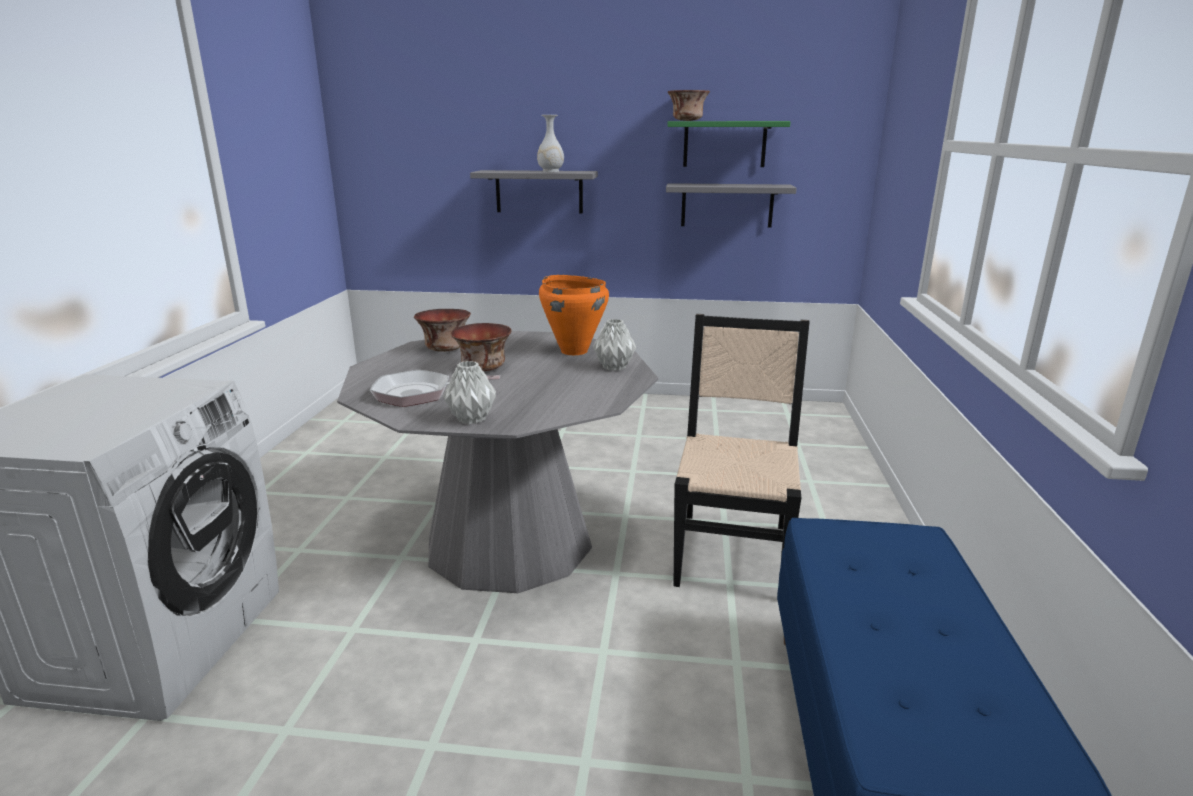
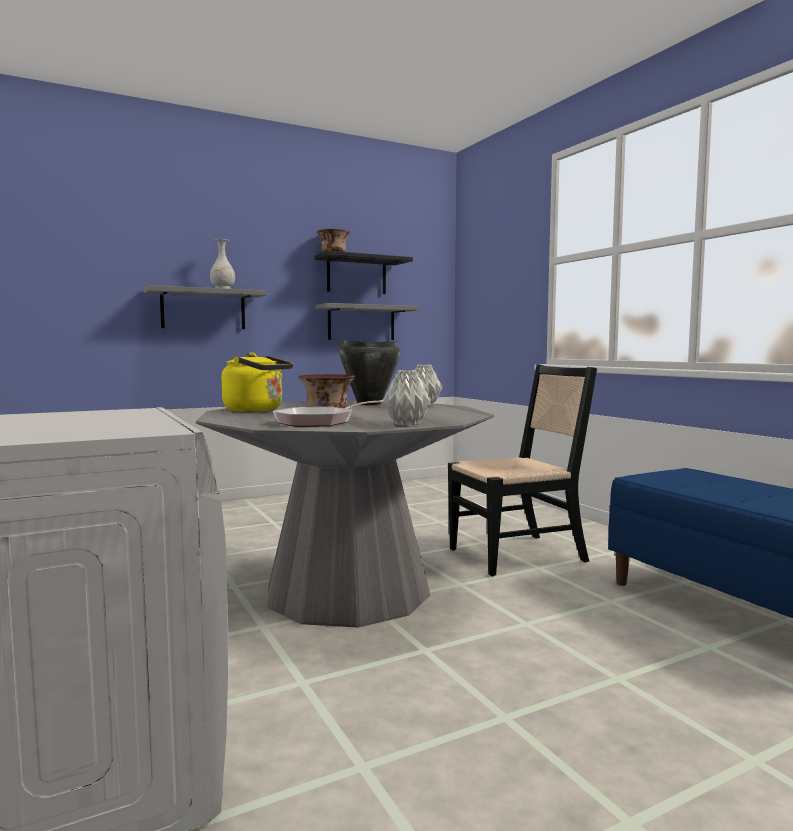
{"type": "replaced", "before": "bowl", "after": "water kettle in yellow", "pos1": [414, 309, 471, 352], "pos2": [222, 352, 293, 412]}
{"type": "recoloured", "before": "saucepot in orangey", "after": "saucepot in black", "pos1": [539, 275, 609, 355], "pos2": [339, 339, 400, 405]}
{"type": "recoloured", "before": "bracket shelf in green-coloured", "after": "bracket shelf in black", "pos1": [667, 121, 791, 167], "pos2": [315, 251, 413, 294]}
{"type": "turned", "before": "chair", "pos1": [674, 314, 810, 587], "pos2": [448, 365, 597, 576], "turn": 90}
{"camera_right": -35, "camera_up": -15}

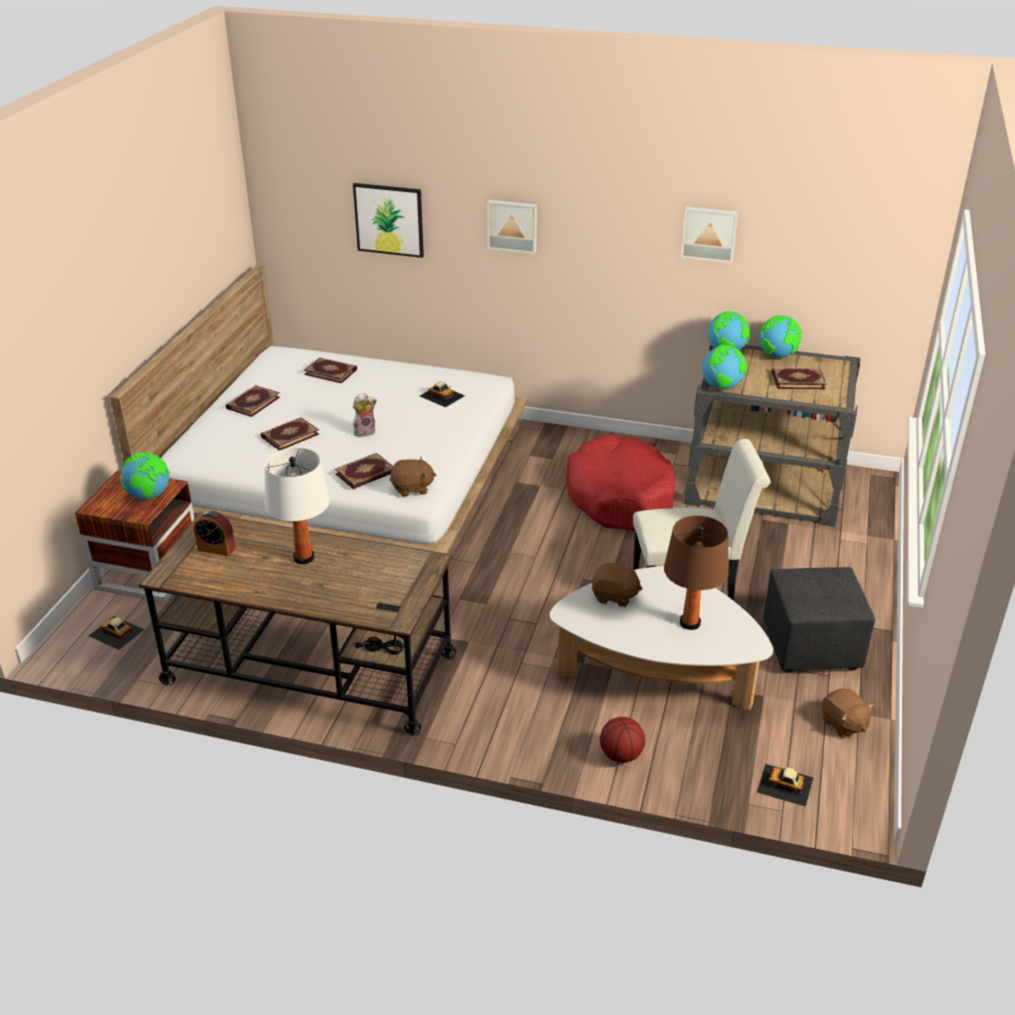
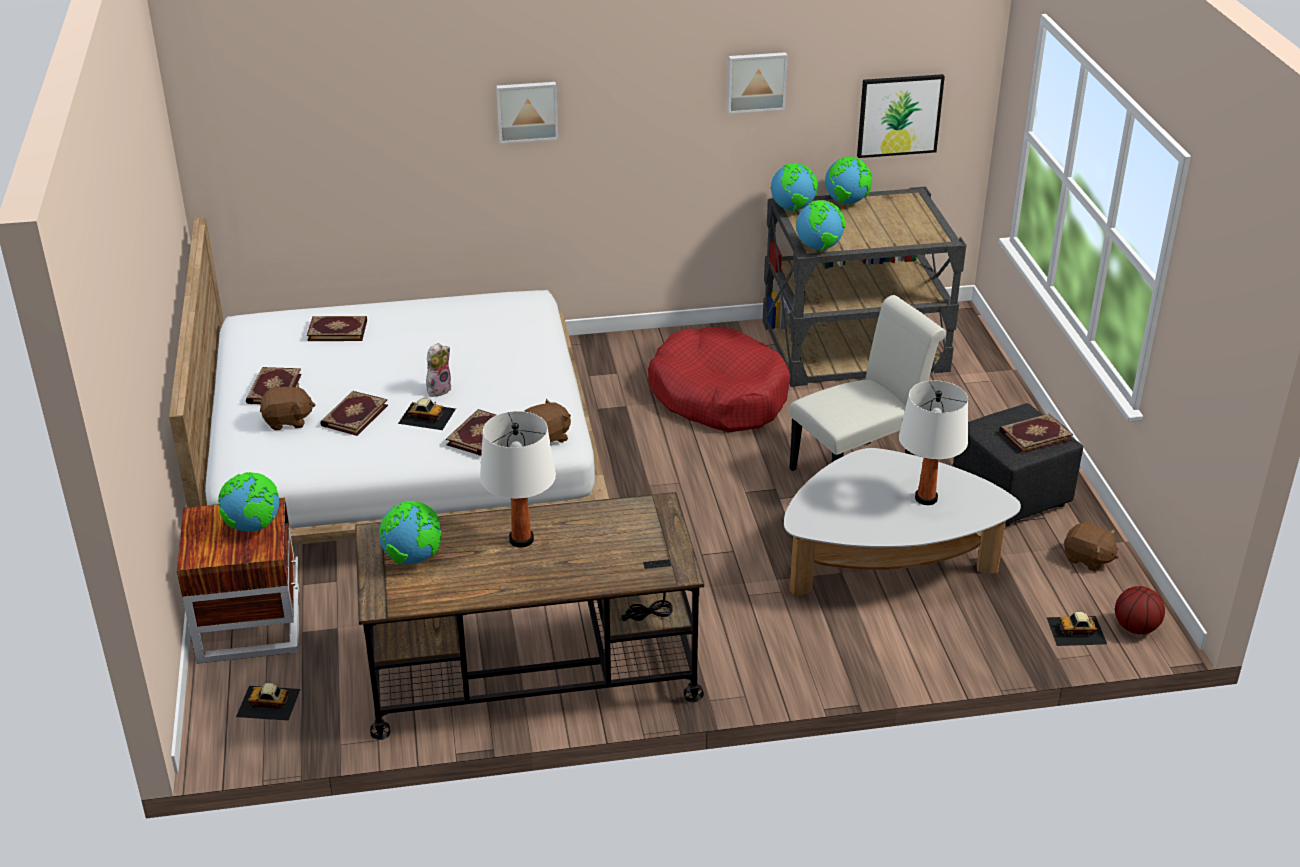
{"type": "moved", "before": "picture", "pos1": [353, 183, 424, 258], "pos2": [857, 74, 945, 158]}
{"type": "moved", "before": "model car", "pos1": [420, 382, 465, 407], "pos2": [398, 398, 456, 430]}
{"type": "moved", "before": "plush toy in brown-coloured", "pos1": [591, 563, 643, 607], "pos2": [260, 383, 316, 431]}
{"type": "moved", "before": "basketball ball", "pos1": [600, 717, 645, 763], "pos2": [1115, 586, 1165, 634]}
{"type": "moved", "before": "book", "pos1": [772, 368, 826, 389], "pos2": [999, 414, 1073, 454]}
{"type": "replaced", "before": "alarm clock", "after": "world globe", "pos1": [194, 511, 236, 556], "pos2": [379, 501, 442, 564]}
{"type": "recoloured", "before": "table lamp in brown-coloured", "after": "table lamp in whitish", "pos1": [664, 516, 729, 630], "pos2": [899, 381, 968, 505]}
{"camera_right": -25, "camera_up": 0}

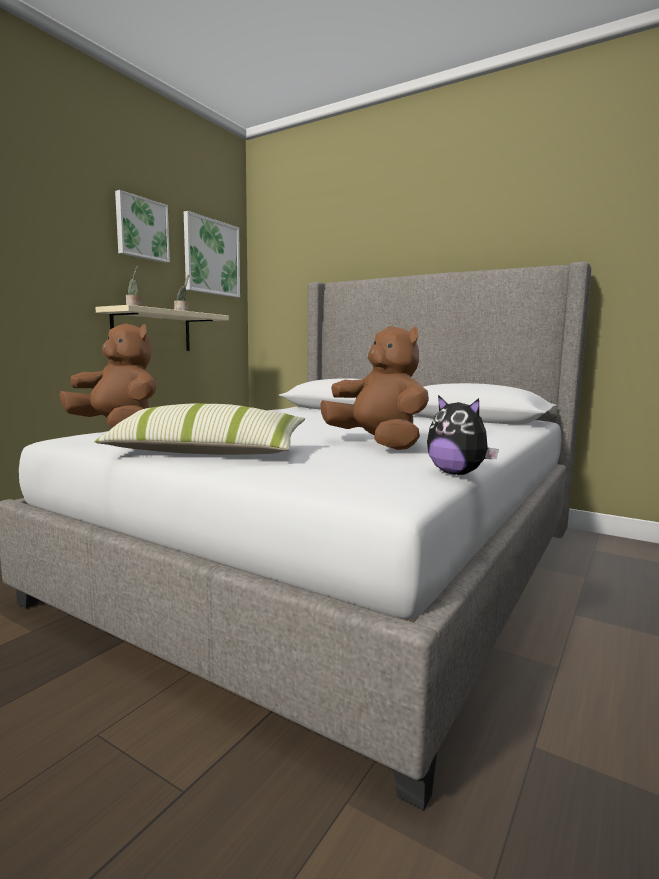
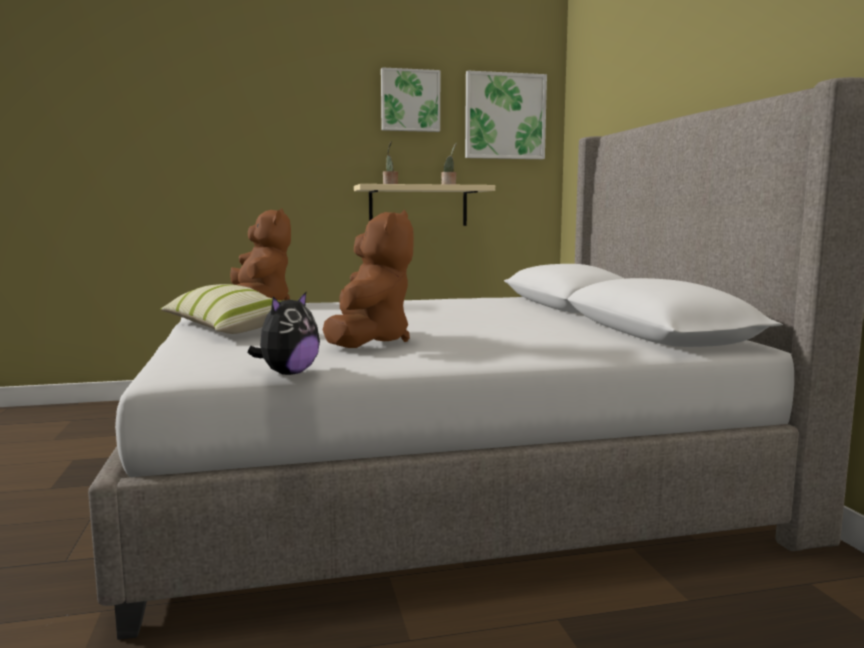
{"type": "turned", "before": "plush toy", "pos1": [427, 395, 499, 475], "pos2": [247, 292, 320, 375], "turn": -150}
{"camera_right": 45, "camera_up": 0}

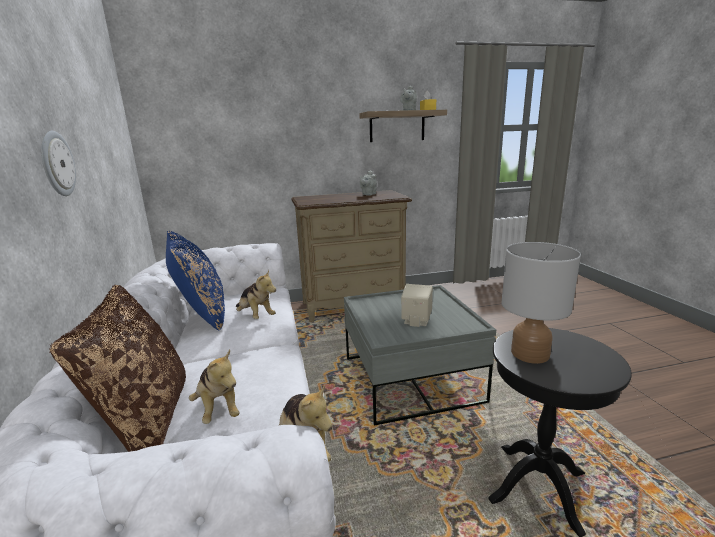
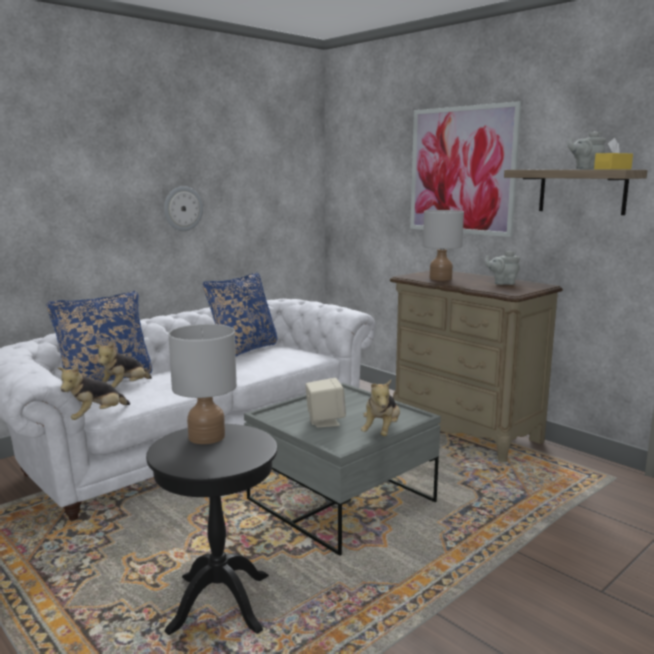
{"type": "added", "after": "picture", "pos2": [410, 101, 521, 237]}
{"type": "added", "after": "table lamp in gray", "pos2": [423, 210, 464, 281]}
{"type": "moved", "before": "plush toy", "pos1": [236, 270, 276, 319], "pos2": [361, 380, 400, 436]}
{"type": "recoloured", "before": "cushion in brown-coloured", "after": "cushion in blue", "pos1": [49, 284, 186, 452], "pos2": [47, 291, 152, 381]}
{"camera_right": 60, "camera_up": -5}

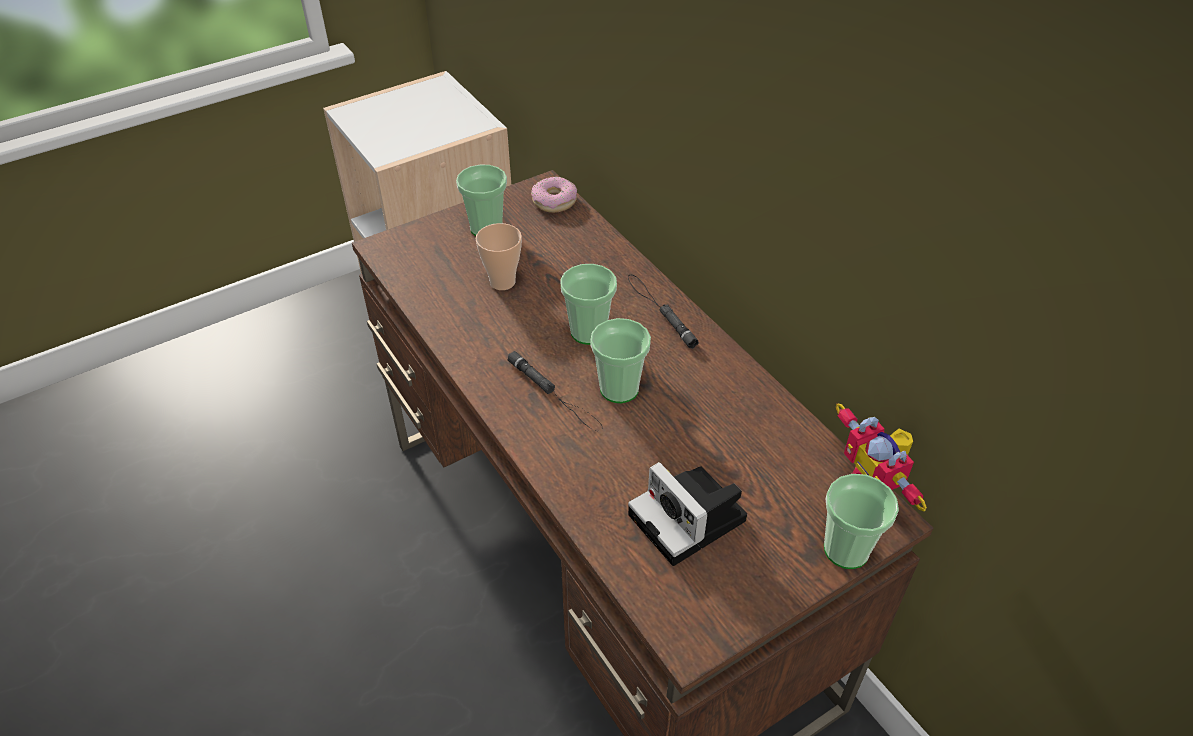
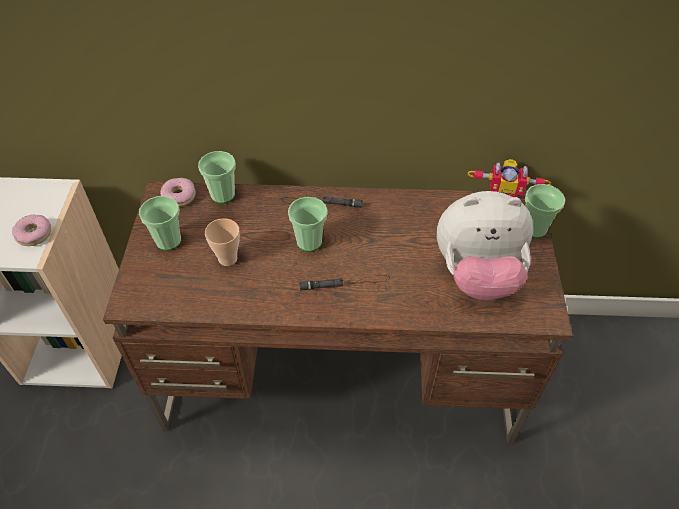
{"type": "added", "after": "ring doughnut", "pos2": [12, 214, 51, 246]}
{"type": "moved", "before": "cup", "pos1": [590, 318, 651, 403], "pos2": [198, 151, 236, 204]}
{"type": "replaced", "before": "still camera", "after": "plush toy", "pos1": [628, 462, 747, 566], "pos2": [437, 191, 533, 301]}
{"camera_right": -55, "camera_up": 5}

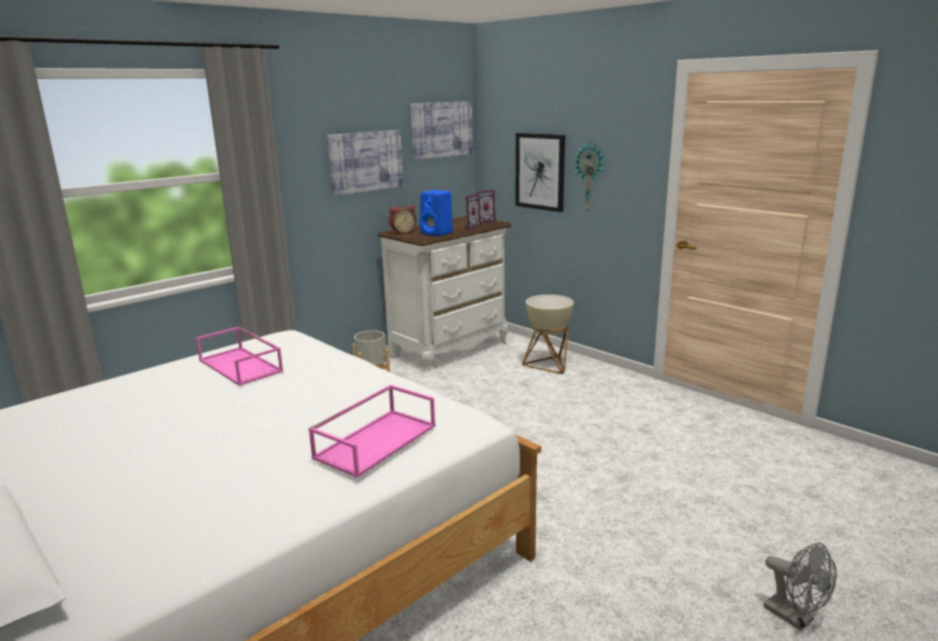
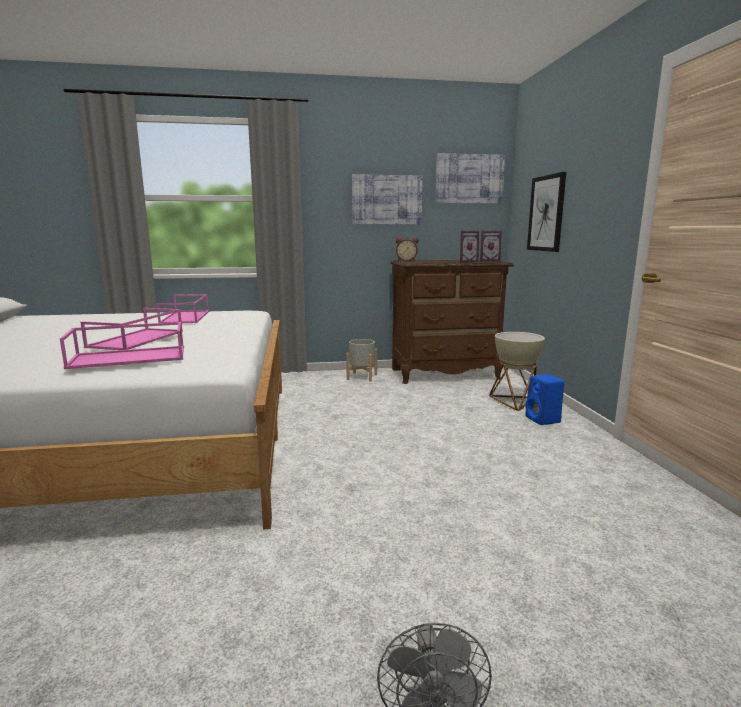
{"type": "removed", "before": "clock on the wall", "pos1": [574, 143, 605, 211]}
{"type": "added", "after": "tray in pink", "pos2": [80, 308, 183, 350]}
{"type": "moved", "before": "loudspeaker in blue", "pos1": [420, 190, 453, 236], "pos2": [525, 374, 564, 425]}
{"type": "recoloured", "before": "dresser in whitish", "after": "dresser in brown-coloured", "pos1": [378, 216, 512, 373], "pos2": [390, 259, 514, 384]}
{"camera_right": 35, "camera_up": -5}

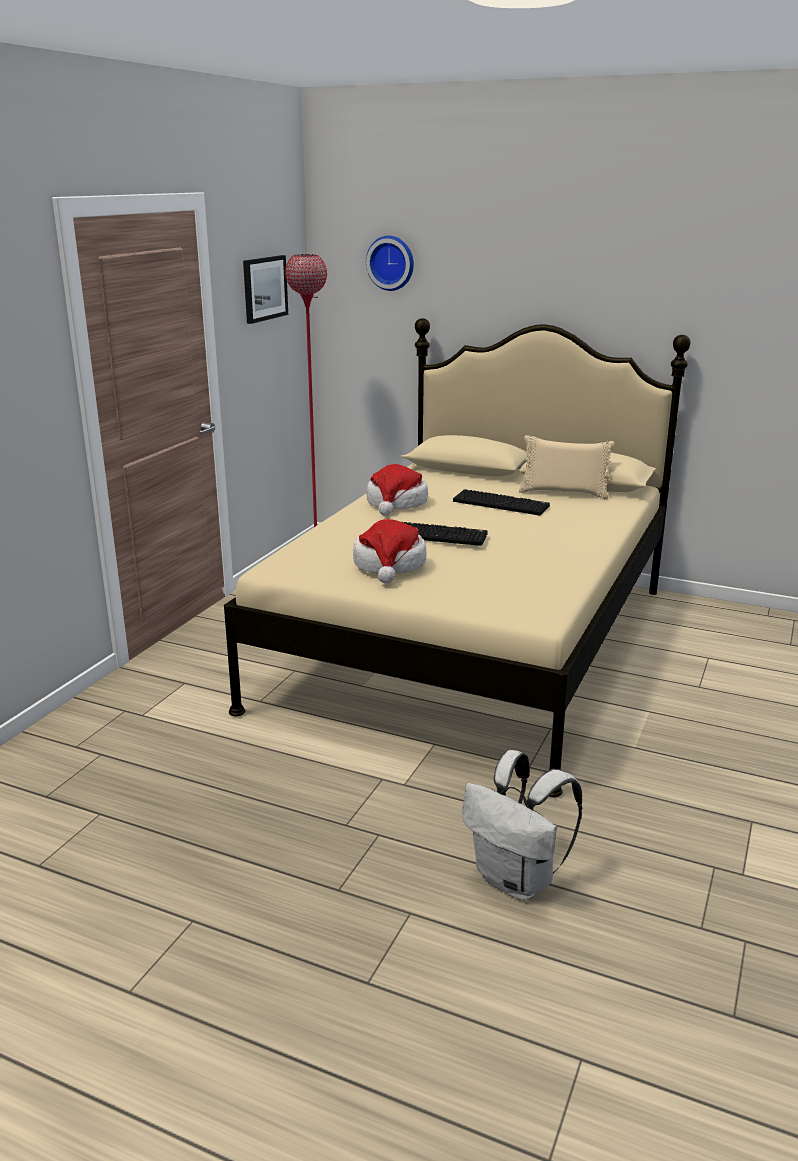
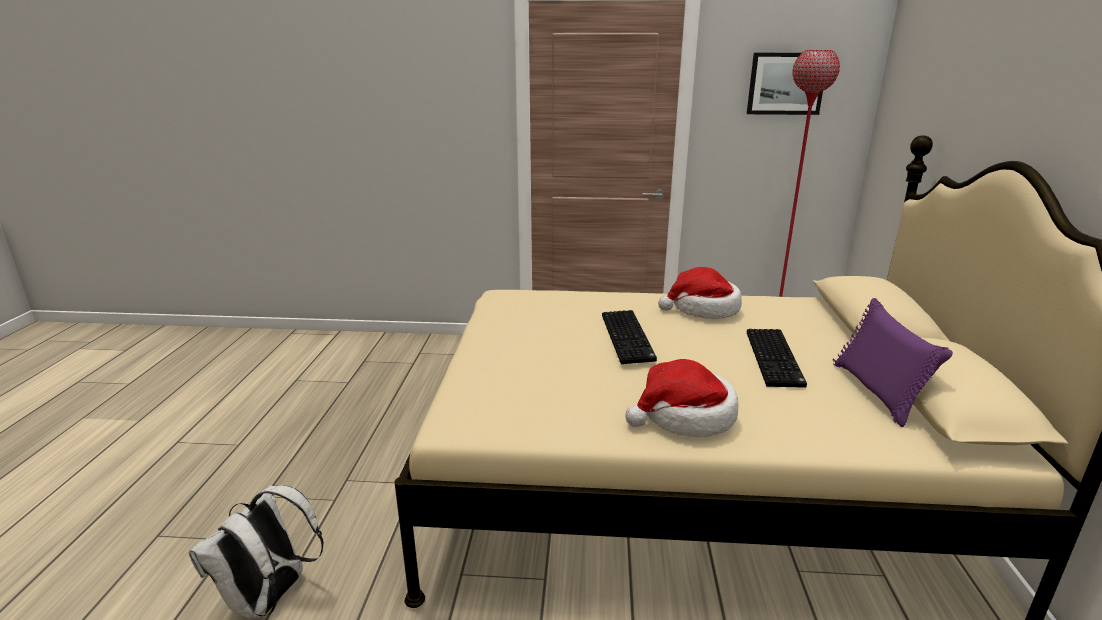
{"type": "removed", "before": "clock on the wall", "pos1": [366, 236, 414, 291]}
{"type": "moved", "before": "hat", "pos1": [353, 519, 426, 583], "pos2": [625, 359, 738, 437]}
{"type": "recoloured", "before": "cushion in beige-coloured", "after": "cushion in purplish", "pos1": [519, 435, 615, 499], "pos2": [832, 298, 953, 427]}
{"camera_right": 70, "camera_up": 0}

